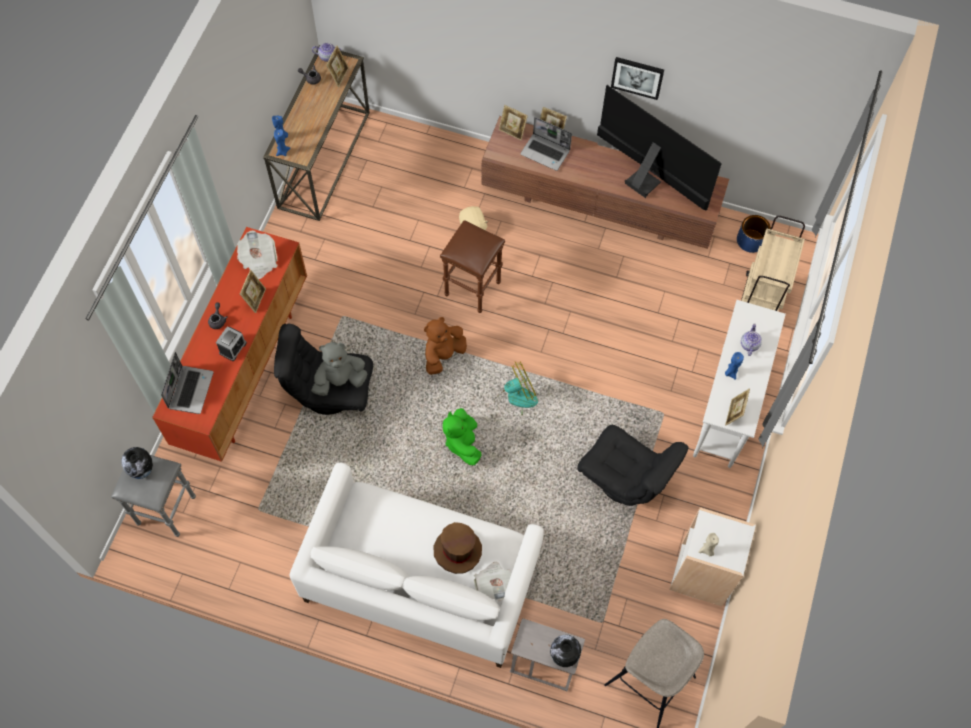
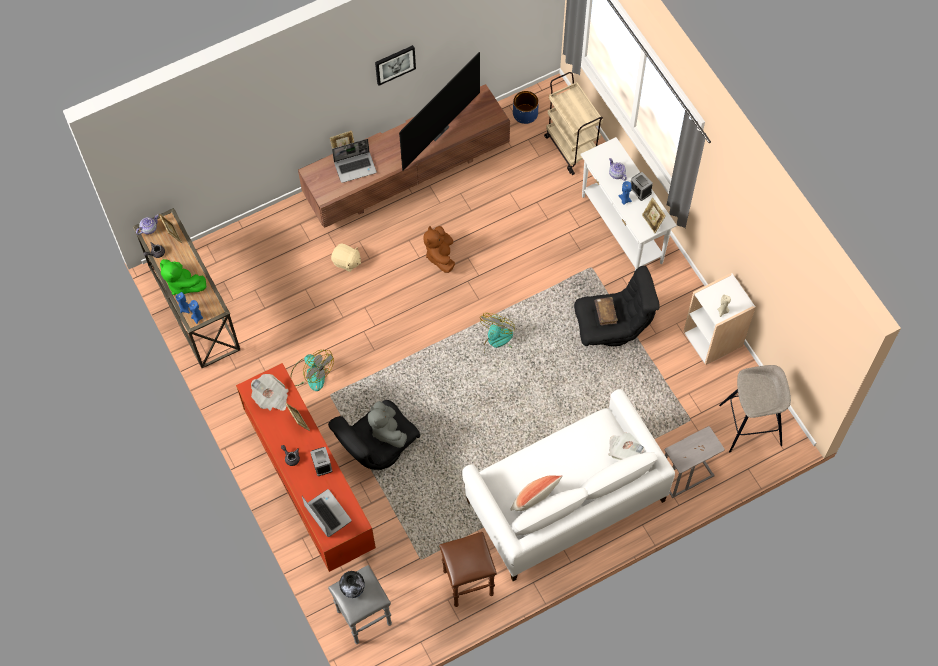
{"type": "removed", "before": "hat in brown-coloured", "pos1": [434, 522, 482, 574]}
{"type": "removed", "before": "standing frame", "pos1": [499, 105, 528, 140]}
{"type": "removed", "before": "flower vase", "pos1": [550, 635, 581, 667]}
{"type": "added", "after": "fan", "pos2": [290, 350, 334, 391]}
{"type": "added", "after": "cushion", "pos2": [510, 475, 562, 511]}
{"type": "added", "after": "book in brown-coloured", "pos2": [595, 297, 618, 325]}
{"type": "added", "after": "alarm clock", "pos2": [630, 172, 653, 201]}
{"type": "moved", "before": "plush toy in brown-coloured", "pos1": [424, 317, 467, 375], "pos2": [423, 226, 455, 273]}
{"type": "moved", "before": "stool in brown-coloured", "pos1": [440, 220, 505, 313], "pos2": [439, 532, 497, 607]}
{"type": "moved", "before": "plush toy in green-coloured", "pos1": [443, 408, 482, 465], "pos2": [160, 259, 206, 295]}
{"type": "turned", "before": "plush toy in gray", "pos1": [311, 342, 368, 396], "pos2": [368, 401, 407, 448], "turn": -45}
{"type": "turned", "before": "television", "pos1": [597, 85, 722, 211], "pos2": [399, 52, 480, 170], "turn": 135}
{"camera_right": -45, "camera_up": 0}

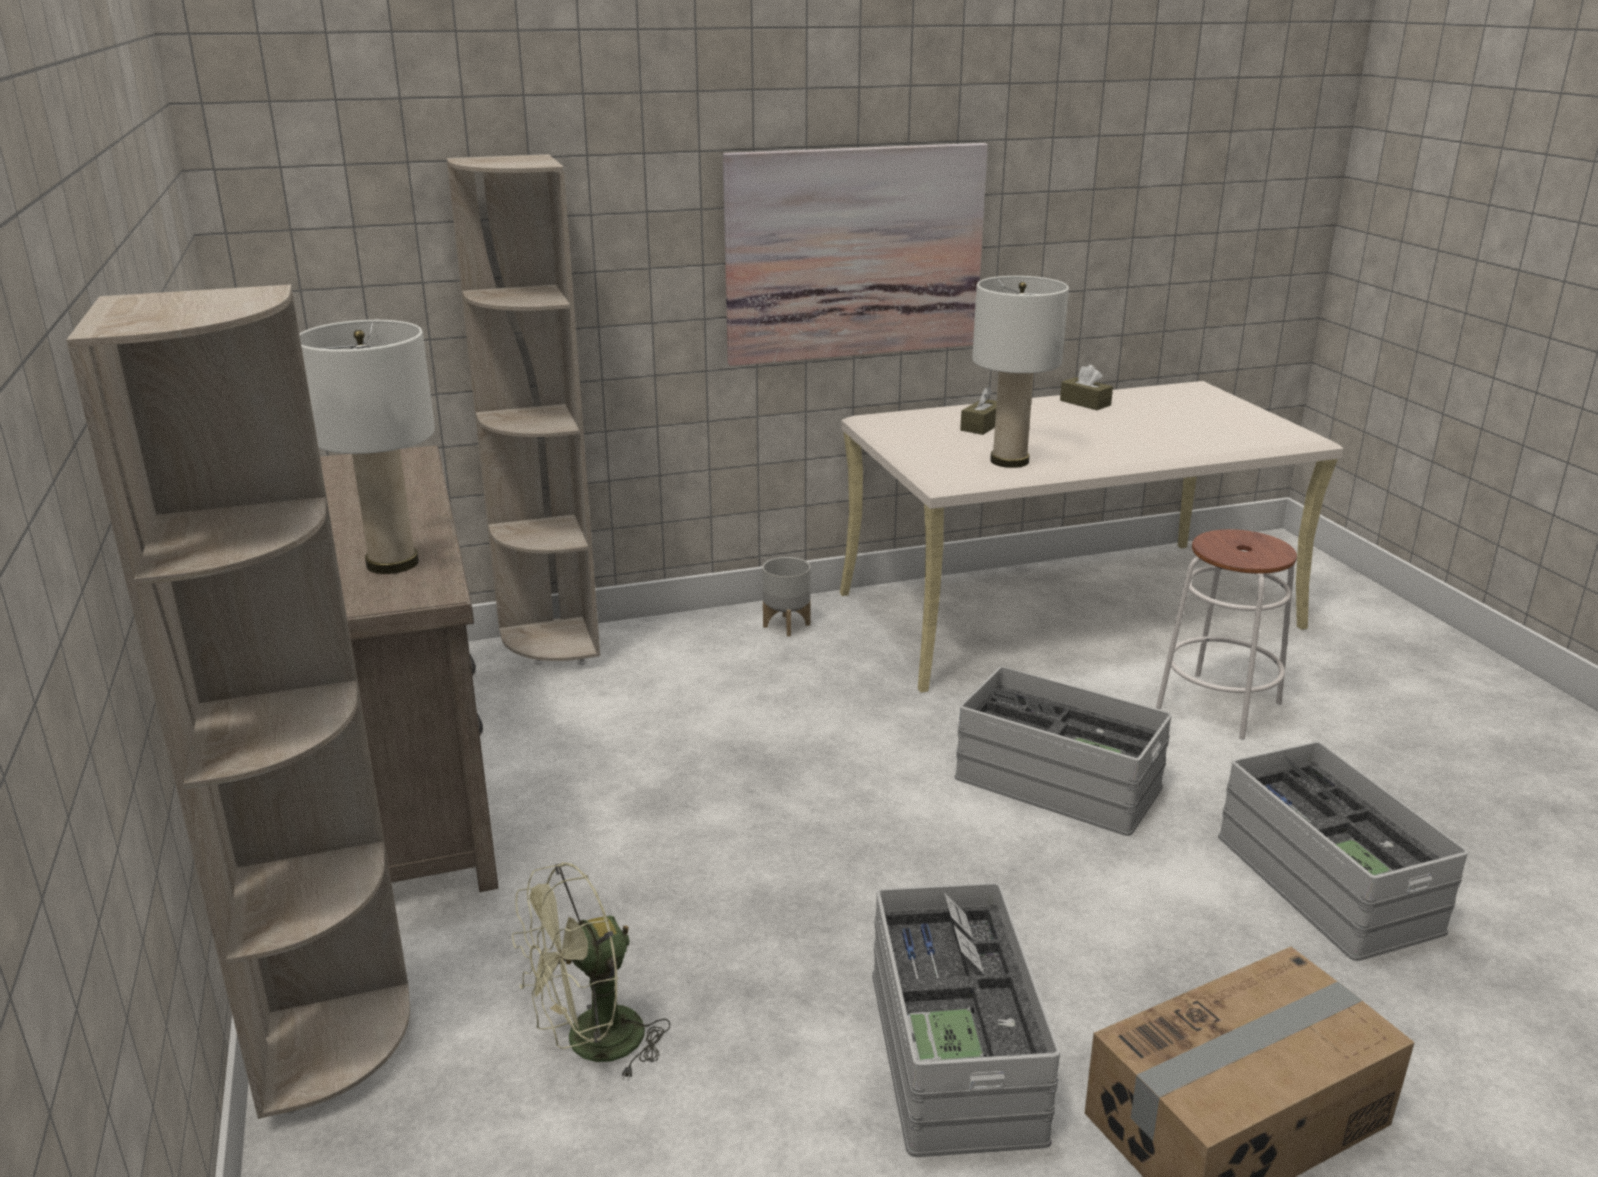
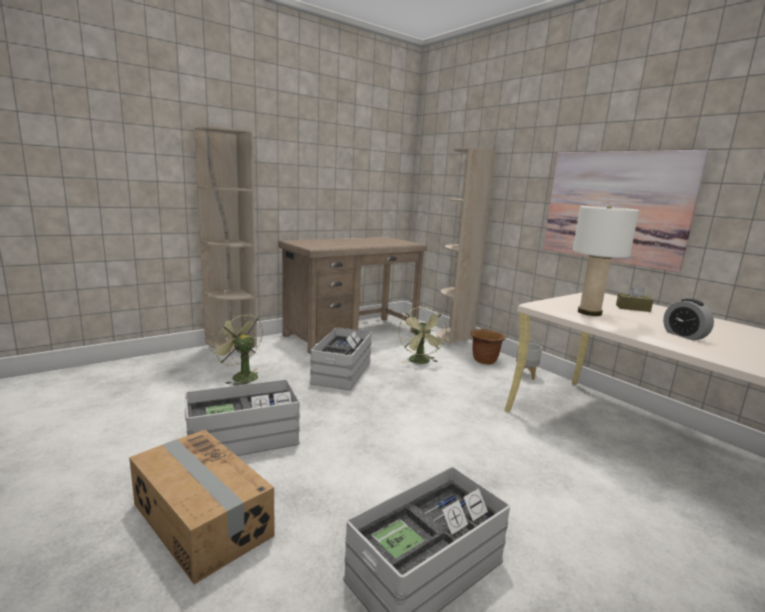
{"type": "removed", "before": "table lamp in whitish", "pos1": [299, 320, 435, 574]}
{"type": "removed", "before": "tissue holder in brown-coloured", "pos1": [1060, 365, 1113, 410]}
{"type": "removed", "before": "stool in whitish", "pos1": [1156, 529, 1297, 740]}
{"type": "added", "after": "fan in green-coloured", "pos2": [398, 307, 448, 364]}
{"type": "added", "after": "planter in brown-coloured", "pos2": [470, 329, 506, 364]}
{"type": "added", "after": "alarm clock", "pos2": [663, 299, 714, 341]}
{"type": "moved", "before": "storage bin in gray", "pos1": [954, 667, 1172, 836], "pos2": [310, 327, 372, 390]}
{"camera_right": 70, "camera_up": -10}

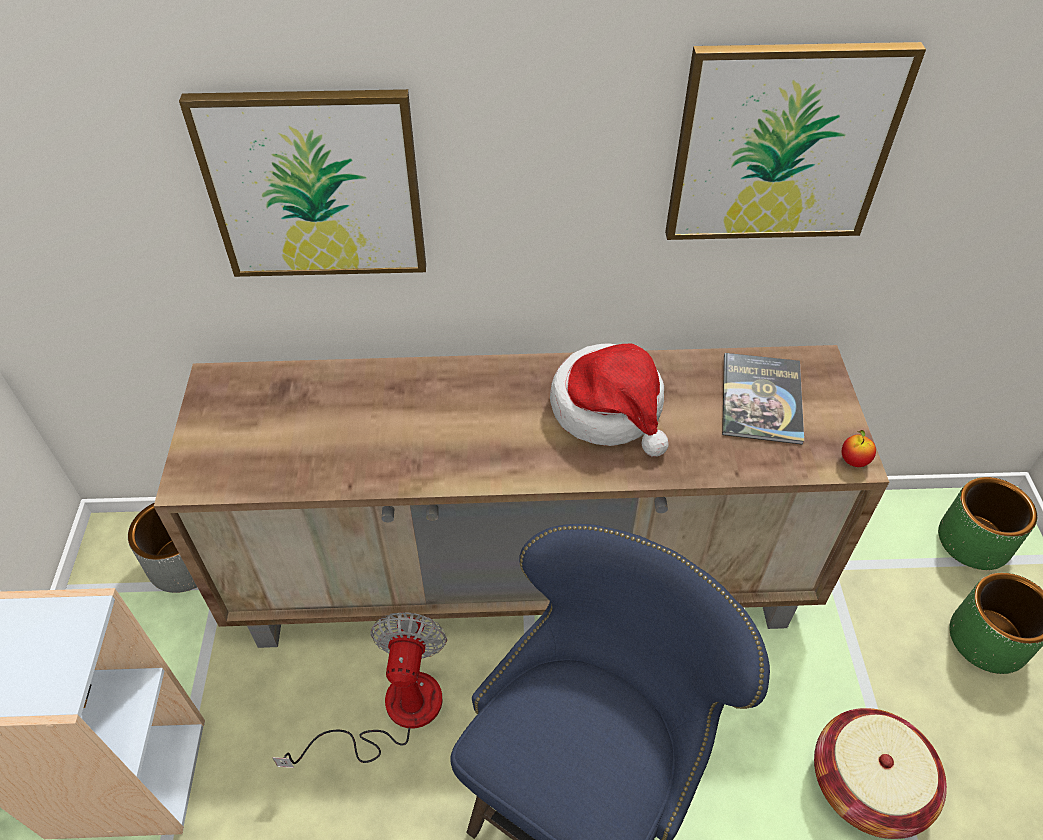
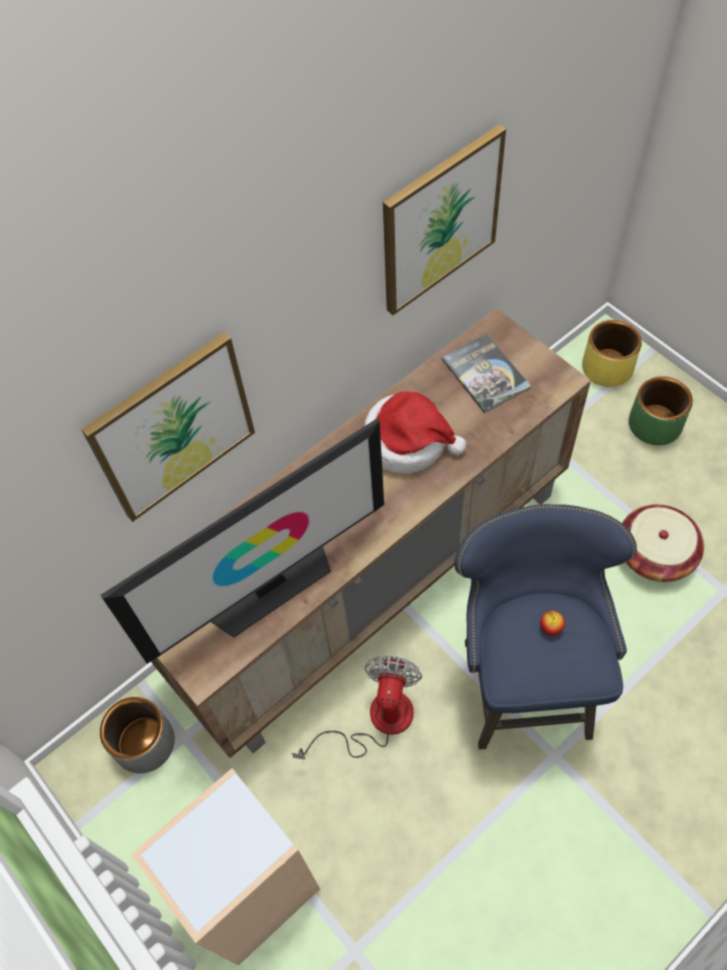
{"type": "added", "after": "television", "pos2": [101, 418, 384, 664]}
{"type": "moved", "before": "apple", "pos1": [842, 430, 876, 467], "pos2": [540, 611, 565, 636]}
{"type": "recoloured", "before": "planter in green-coloured", "after": "planter in yellow", "pos1": [938, 477, 1038, 570], "pos2": [582, 320, 642, 387]}
{"type": "turned", "before": "fan", "pos1": [273, 612, 447, 768], "pos2": [292, 656, 422, 760], "turn": 45}
{"camera_right": -35, "camera_up": 10}

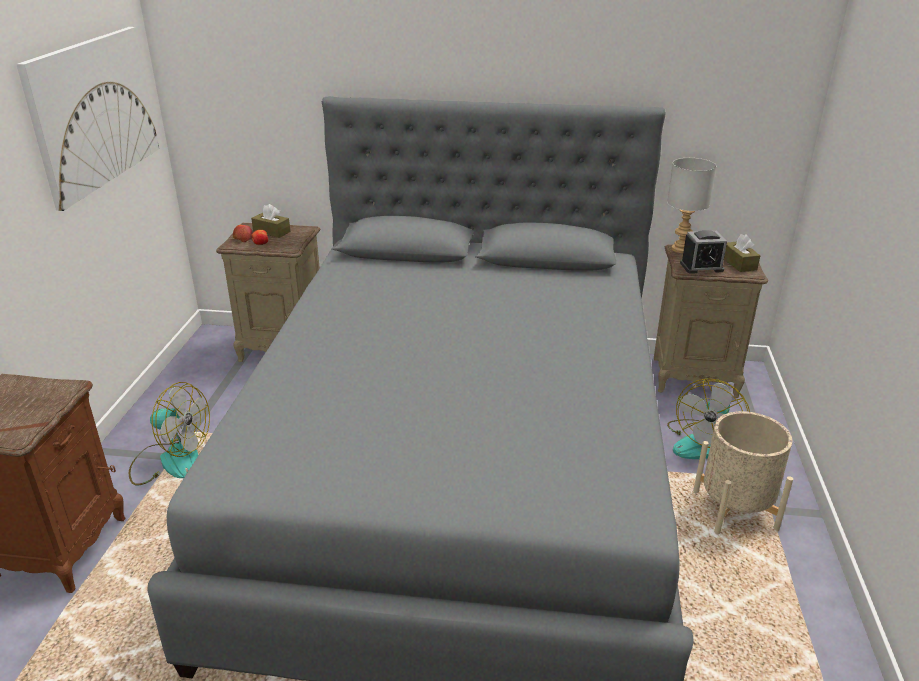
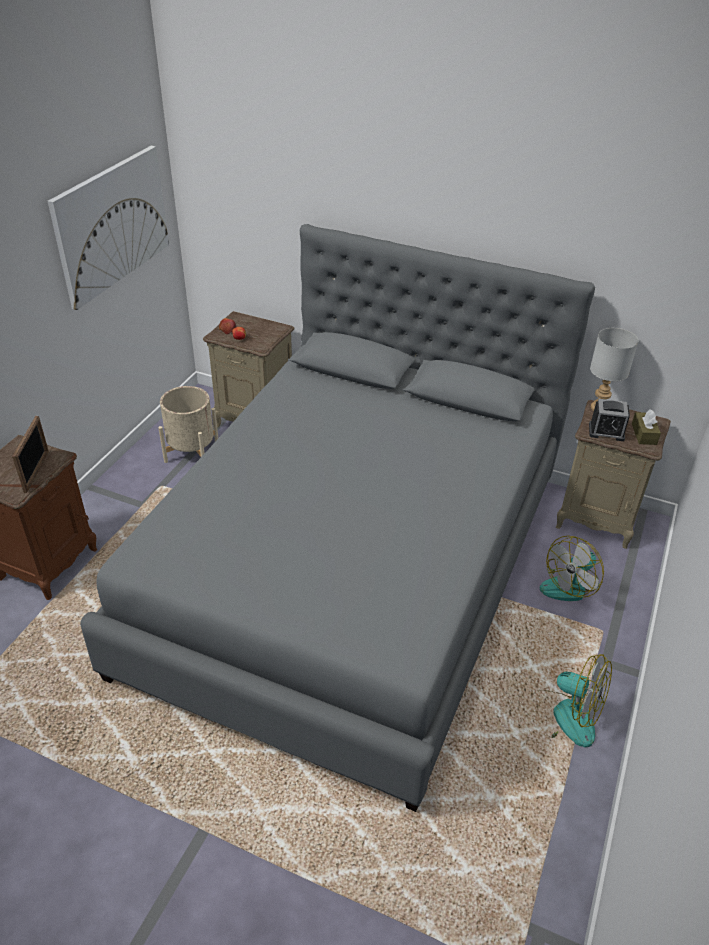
{"type": "removed", "before": "tissue holder in brown-coloured", "pos1": [251, 204, 290, 238]}
{"type": "added", "after": "standing frame", "pos2": [12, 416, 49, 493]}
{"type": "moved", "before": "fan", "pos1": [129, 382, 210, 486], "pos2": [528, 654, 612, 747]}
{"type": "moved", "before": "planter in beige-coloured", "pos1": [693, 411, 793, 534], "pos2": [158, 386, 218, 463]}
{"camera_right": 15, "camera_up": 10}

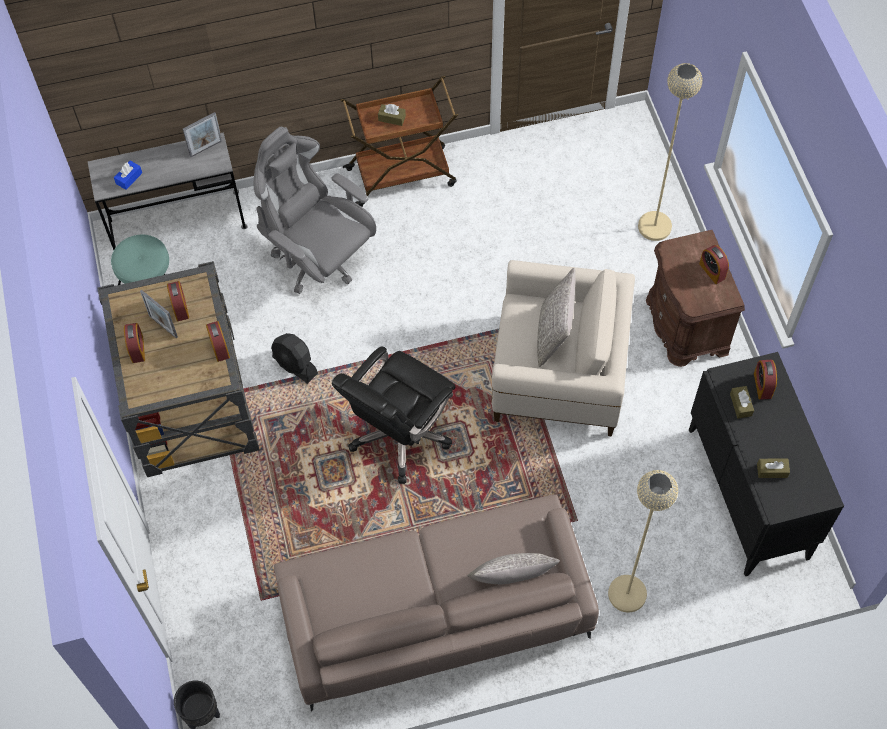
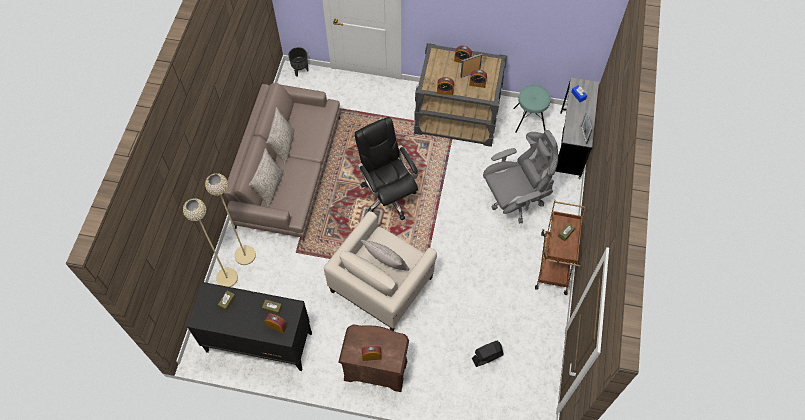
{"type": "added", "after": "cushion in gray", "pos2": [266, 107, 294, 165]}
{"type": "moved", "before": "fan in black", "pos1": [271, 333, 318, 384], "pos2": [472, 340, 504, 367]}
{"type": "moved", "before": "standing lamp in beige-coloured", "pos1": [638, 63, 703, 241], "pos2": [183, 198, 238, 287]}
{"camera_right": 115, "camera_up": 0}

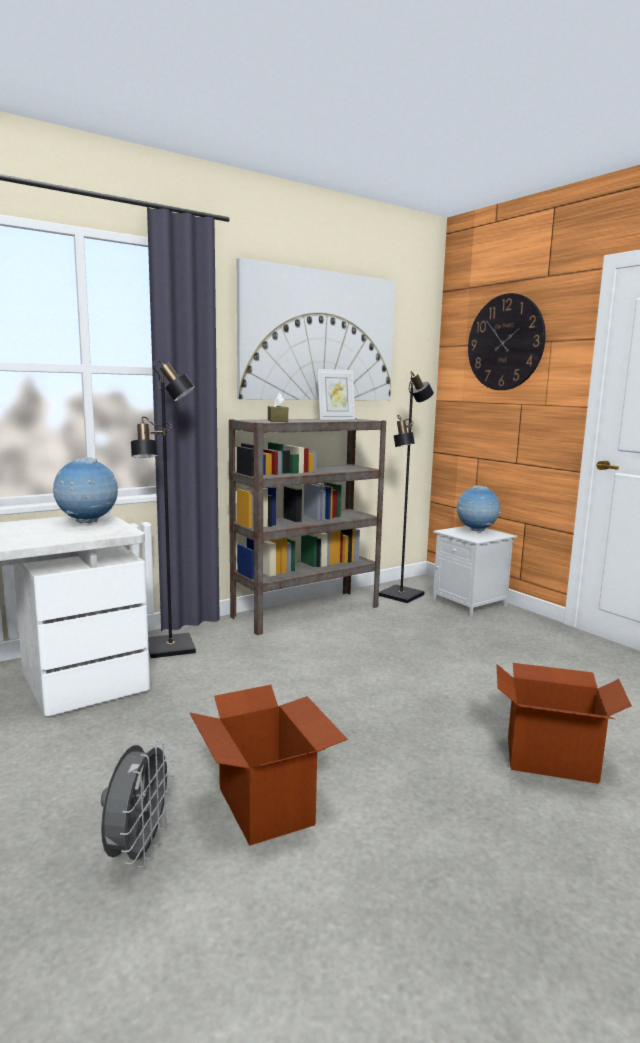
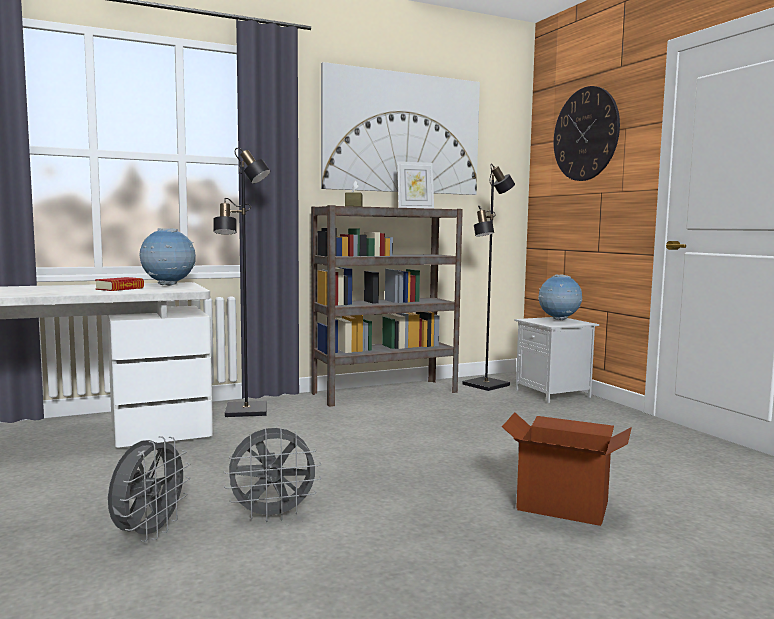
{"type": "added", "after": "book", "pos2": [95, 277, 144, 291]}
{"type": "replaced", "before": "cardboard box", "after": "fan in gray", "pos1": [190, 685, 348, 846], "pos2": [224, 427, 321, 522]}
{"camera_right": 10, "camera_up": -5}

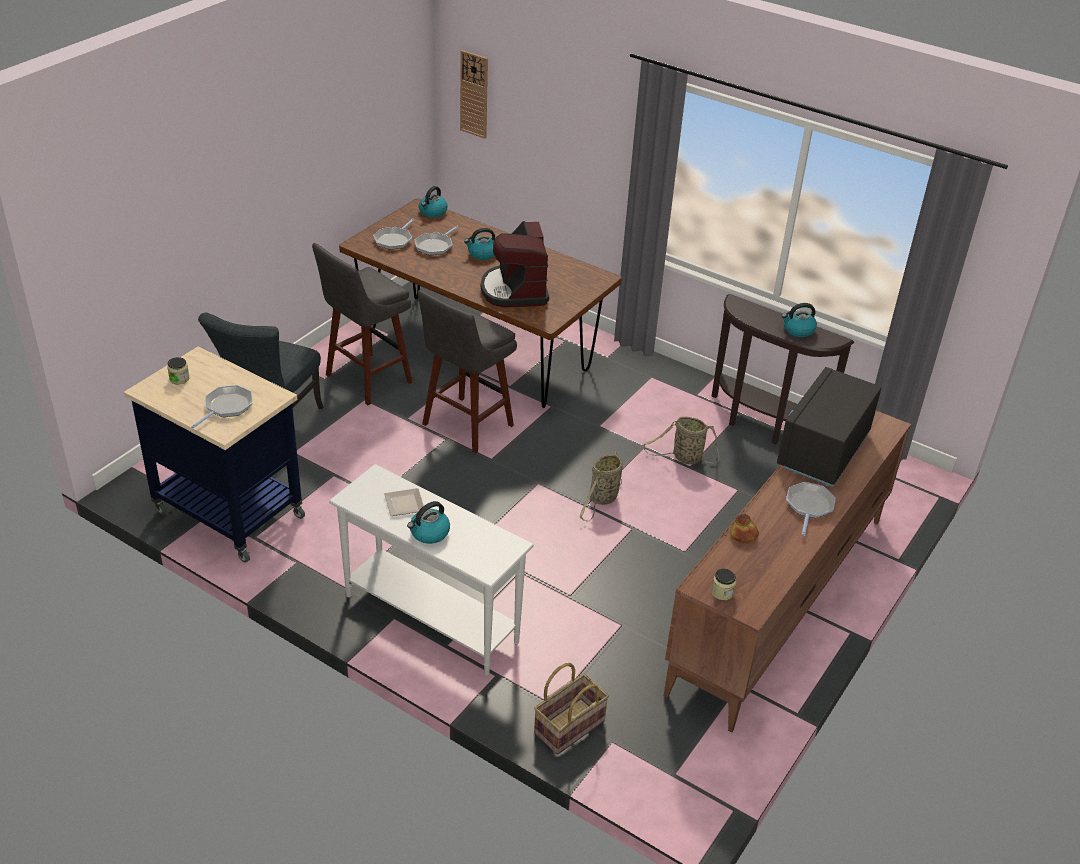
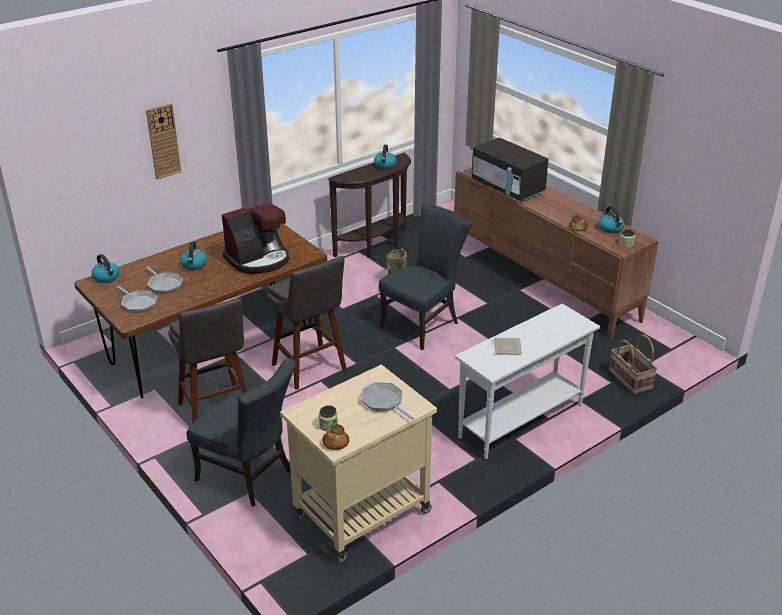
{"type": "removed", "before": "frying pan", "pos1": [786, 482, 836, 536]}
{"type": "added", "after": "bakery bread", "pos2": [322, 424, 349, 450]}
{"type": "moved", "before": "water kettle", "pos1": [407, 501, 450, 544], "pos2": [599, 206, 624, 233]}
{"type": "moved", "before": "clock on the wall", "pos1": [460, 50, 488, 139], "pos2": [146, 103, 182, 179]}
{"type": "replaced", "before": "basket", "after": "chair in gray", "pos1": [580, 451, 623, 521], "pos2": [379, 203, 472, 350]}
{"type": "recoloured", "before": "wheeled cart in blue", "after": "wheeled cart in beige-coloured", "pos1": [124, 346, 305, 563], "pos2": [280, 364, 437, 563]}
{"type": "turned", "before": "coffee machine", "pos1": [481, 221, 549, 307], "pos2": [222, 203, 289, 274], "turn": -45}
{"camera_right": -70, "camera_up": -5}

